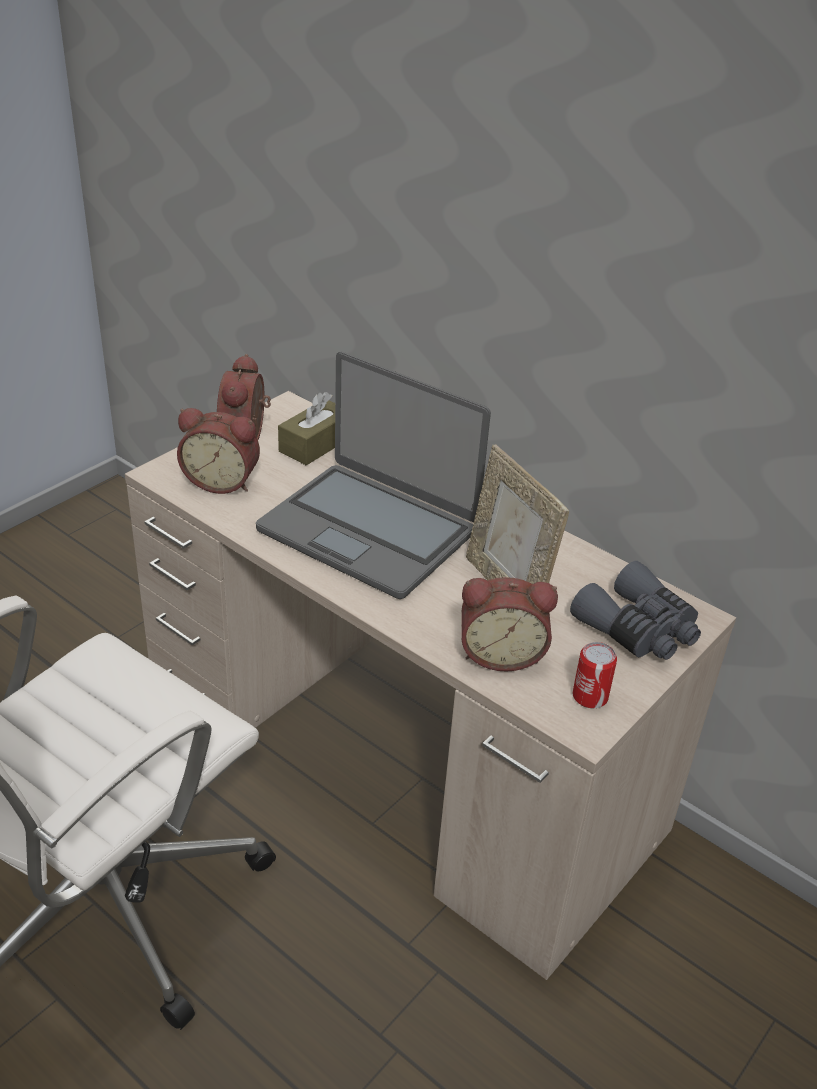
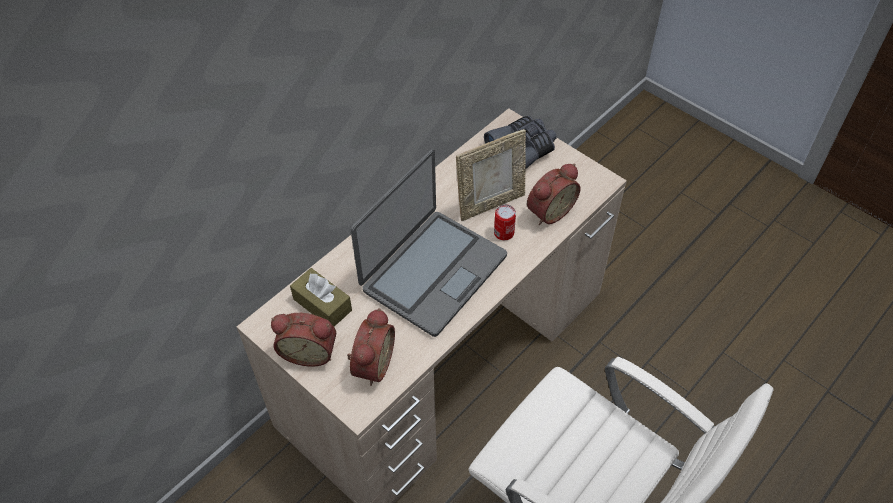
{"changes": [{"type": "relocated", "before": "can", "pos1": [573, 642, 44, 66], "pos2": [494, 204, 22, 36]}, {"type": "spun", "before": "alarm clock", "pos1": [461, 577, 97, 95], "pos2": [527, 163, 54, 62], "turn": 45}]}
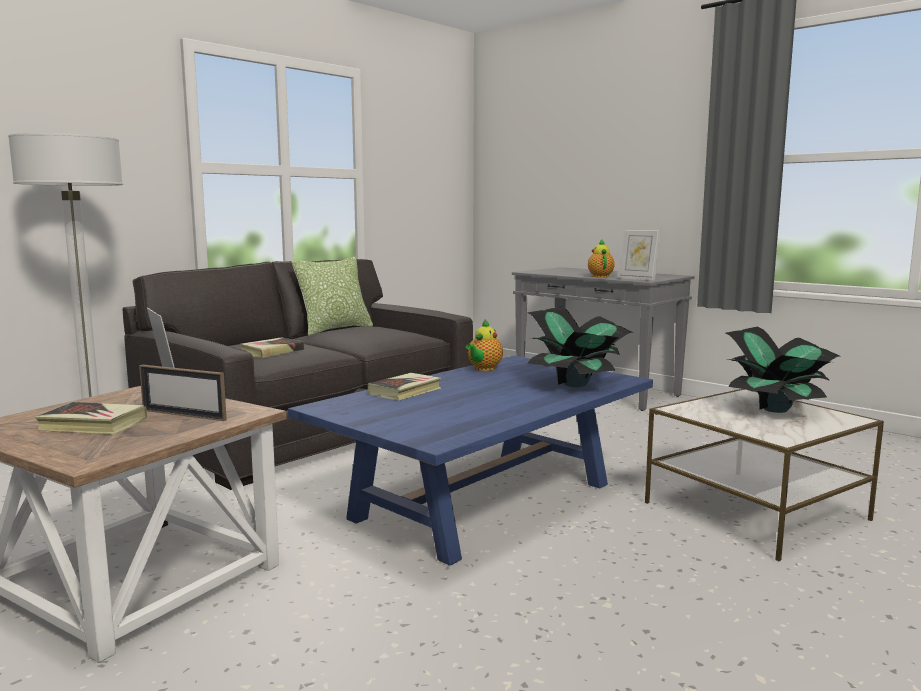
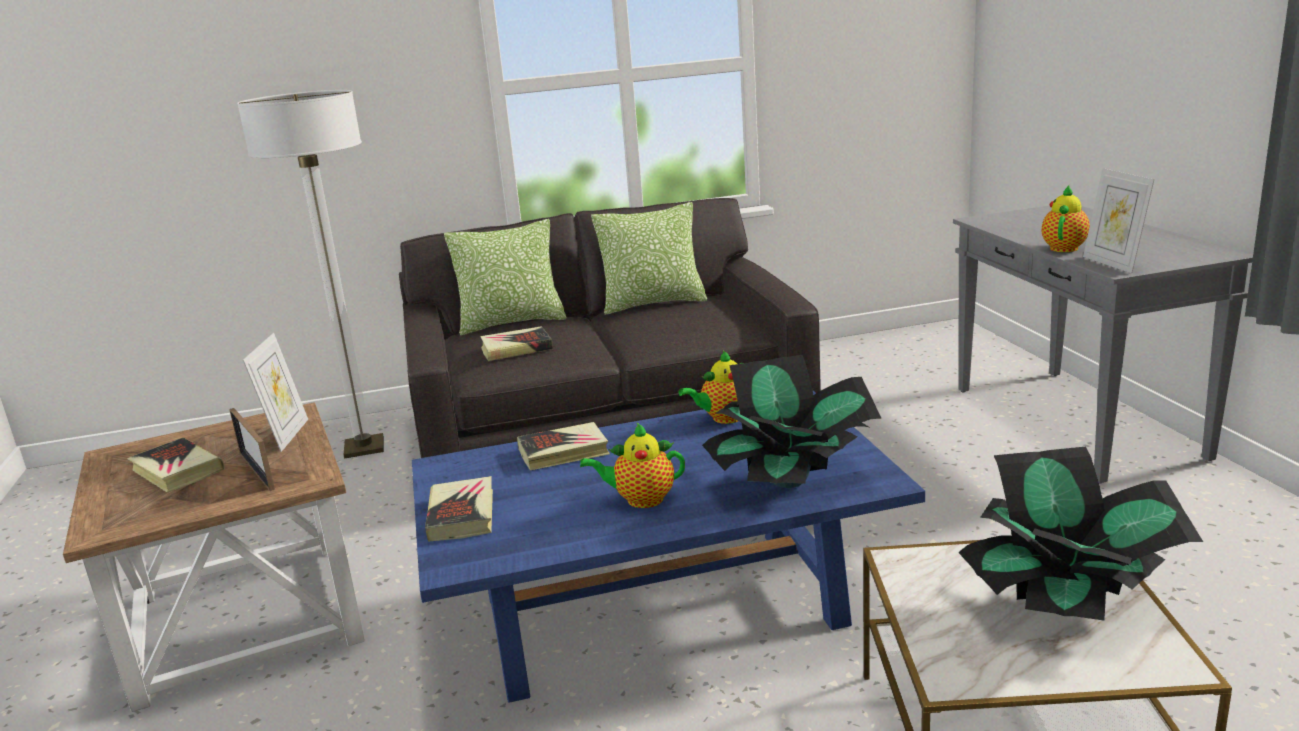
{"changes": [{"type": "appeared", "after": "book", "pos2": [425, 476, 68, 66]}, {"type": "appeared", "after": "pillow", "pos2": [444, 219, 123, 116]}, {"type": "appeared", "after": "teapot", "pos2": [580, 423, 105, 85]}]}
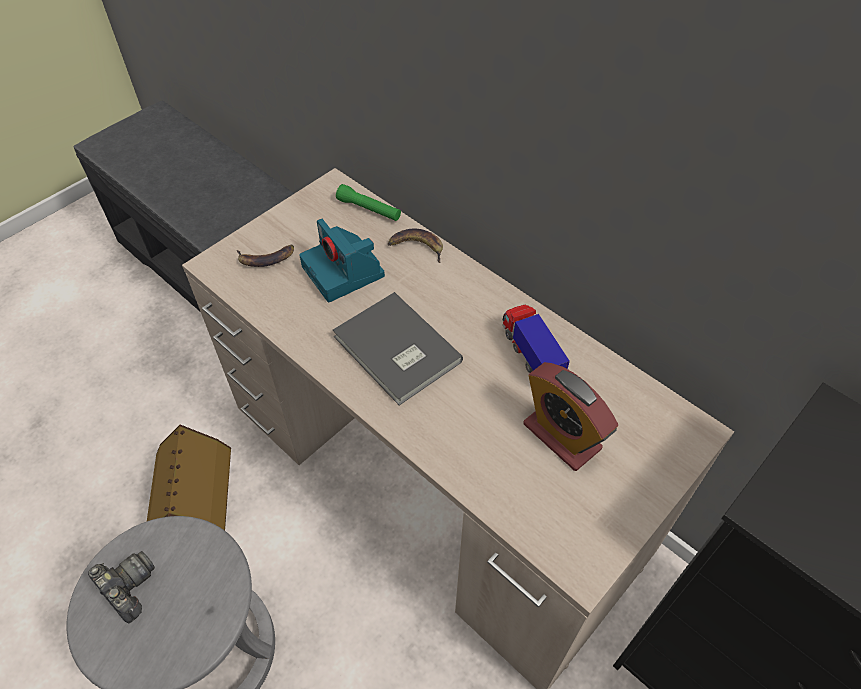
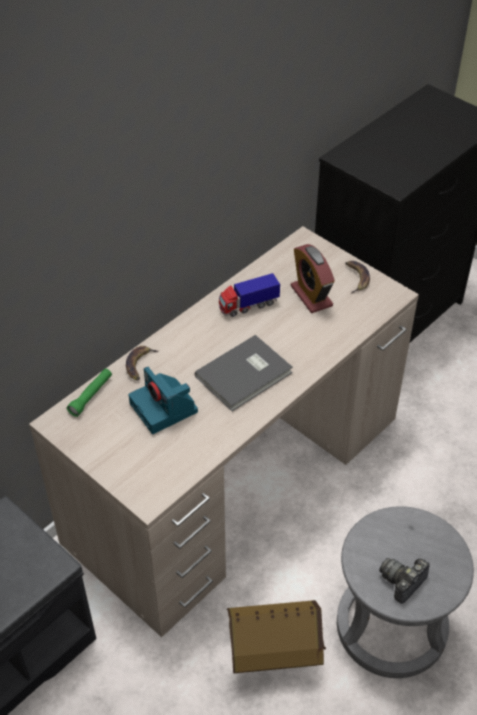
{"changes": [{"type": "relocated", "before": "banana", "pos1": [237, 245, 57, 22], "pos2": [345, 261, 25, 33]}, {"type": "spun", "before": "photo camera", "pos1": [299, 219, 86, 83], "pos2": [128, 367, 70, 67], "turn": 90}, {"type": "spun", "before": "alarm clock", "pos1": [523, 362, 95, 109], "pos2": [291, 244, 44, 69], "turn": 105}]}
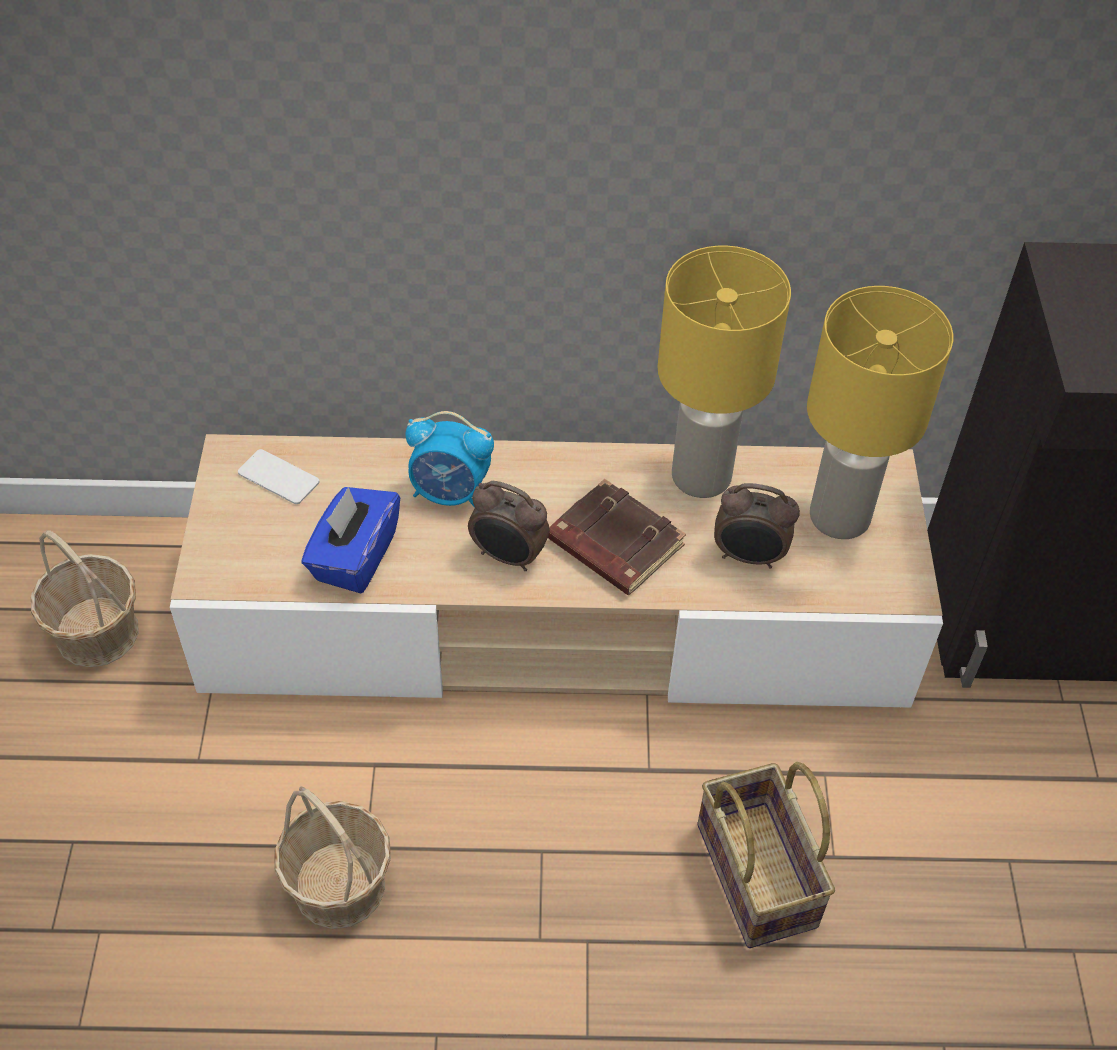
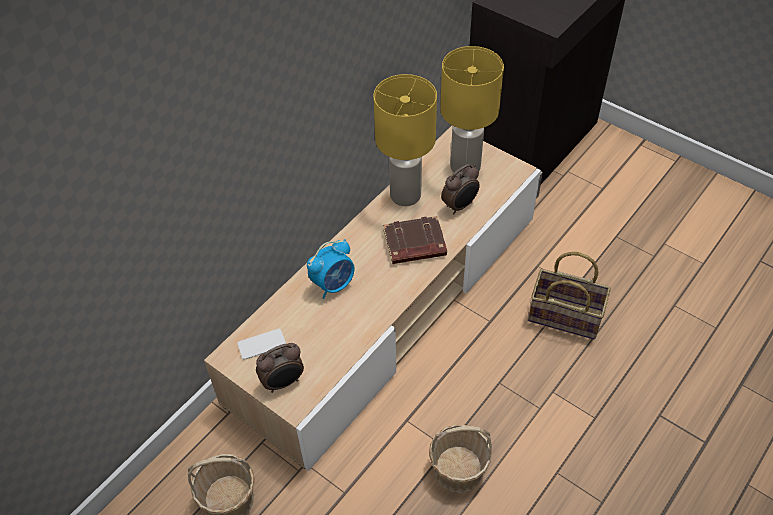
{"changes": [{"type": "missing", "before": "blue tissue box", "pos1": [301, 487, 99, 106]}, {"type": "relocated", "before": "alarm clock", "pos1": [468, 481, 82, 90], "pos2": [256, 343, 48, 50]}]}
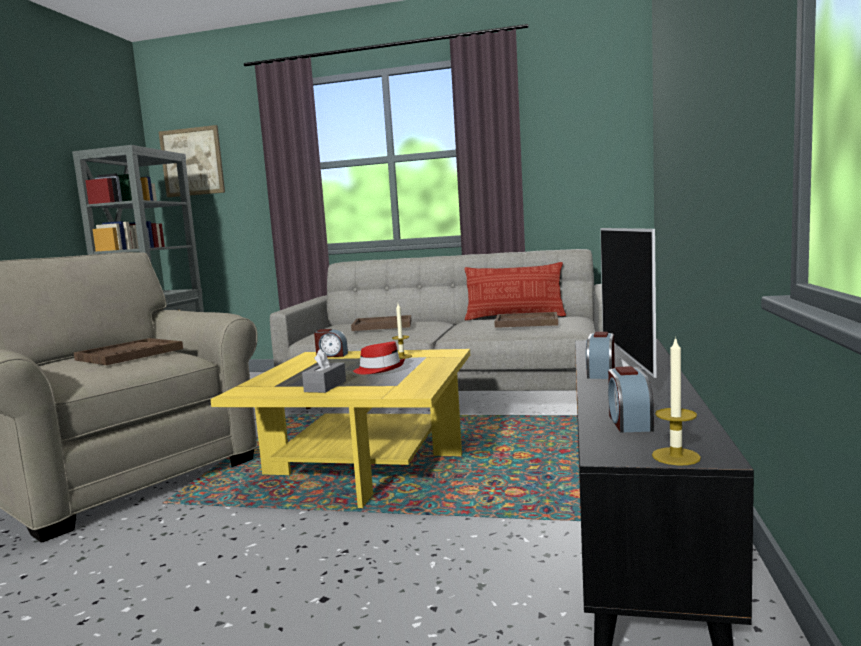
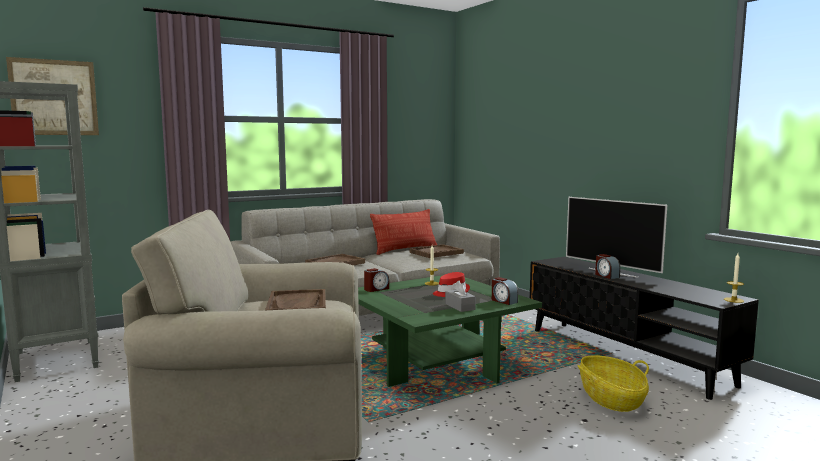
{"changes": [{"type": "appeared", "after": "basket", "pos2": [578, 355, 71, 57]}, {"type": "relocated", "before": "alarm clock", "pos1": [608, 366, 46, 67], "pos2": [492, 277, 26, 28]}, {"type": "colour", "before": "yellow coffee table", "after": "green coffee table", "pos1": [210, 349, 260, 159], "pos2": [358, 275, 184, 112]}]}
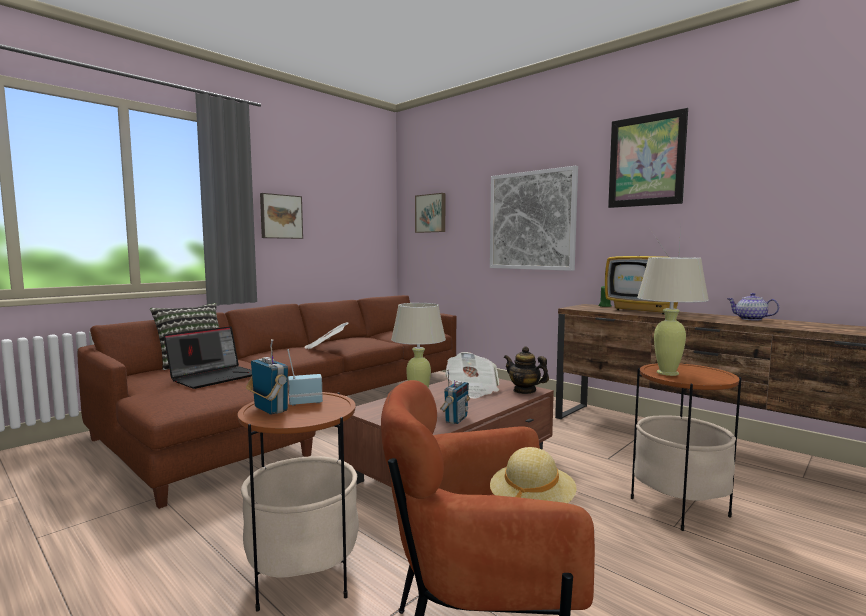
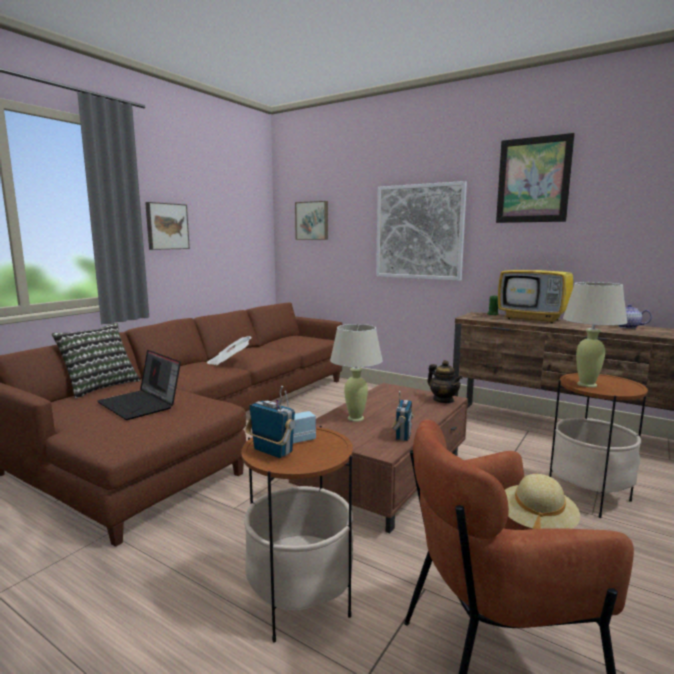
{"changes": [{"type": "missing", "before": "newspaper", "pos1": [445, 352, 54, 47]}, {"type": "spun", "before": "laptop", "pos1": [164, 326, 88, 63], "pos2": [97, 350, 84, 70], "turn": 105}, {"type": "spun", "before": "teapot", "pos1": [504, 346, 45, 48], "pos2": [427, 360, 36, 43], "turn": -150}]}
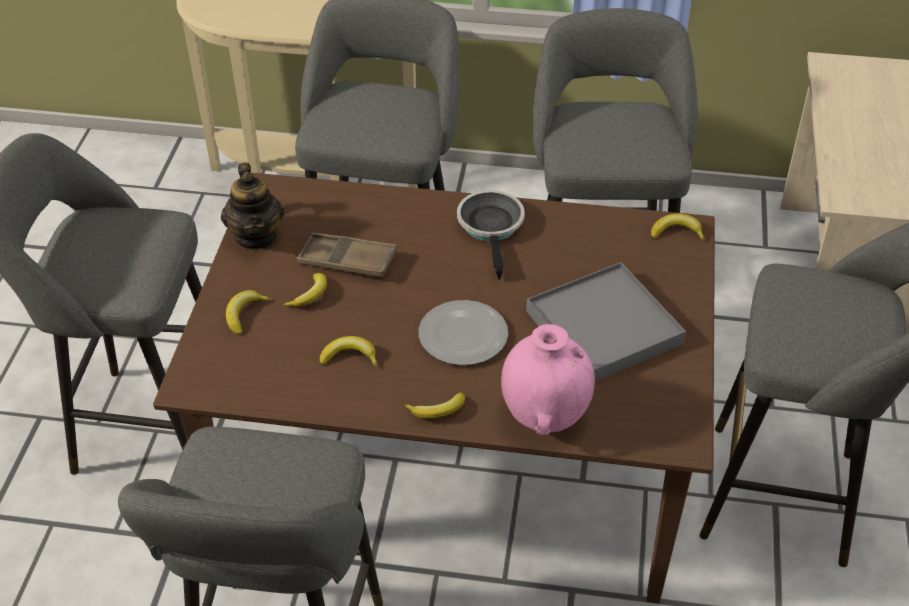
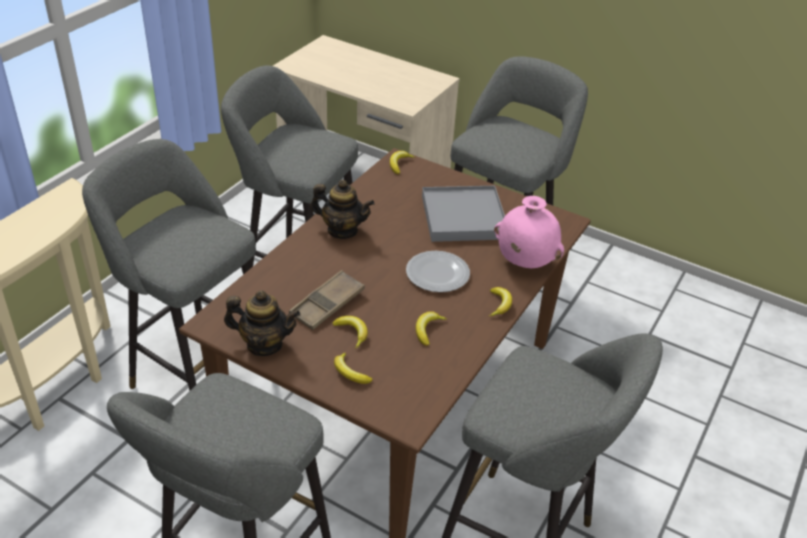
{"changes": [{"type": "exchanged", "before": "frying pan", "after": "teapot", "pos1": [457, 190, 68, 90], "pos2": [310, 180, 65, 59]}]}
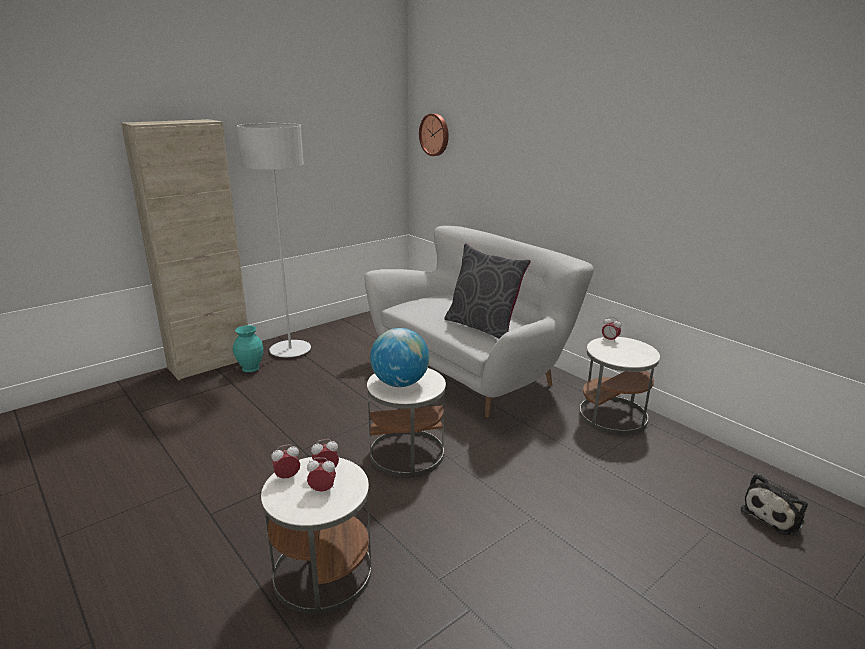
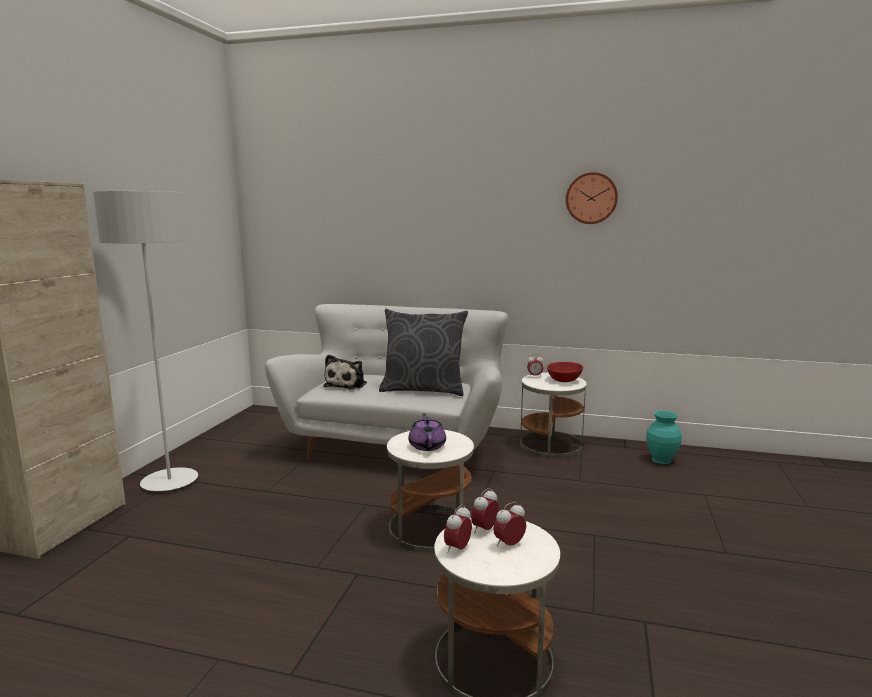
{"changes": [{"type": "appeared", "after": "red bowl", "pos2": [547, 362, 36, 20]}, {"type": "relocated", "before": "turquoise vase", "pos1": [233, 325, 31, 47], "pos2": [646, 411, 36, 53]}, {"type": "relocated", "before": "wall clock", "pos1": [419, 114, 30, 42], "pos2": [566, 172, 52, 52]}, {"type": "relocated", "before": "plush toy", "pos1": [741, 474, 67, 61], "pos2": [324, 355, 43, 34]}, {"type": "exchanged", "before": "globe", "after": "purple teapot", "pos1": [370, 328, 59, 59], "pos2": [408, 413, 38, 38]}]}
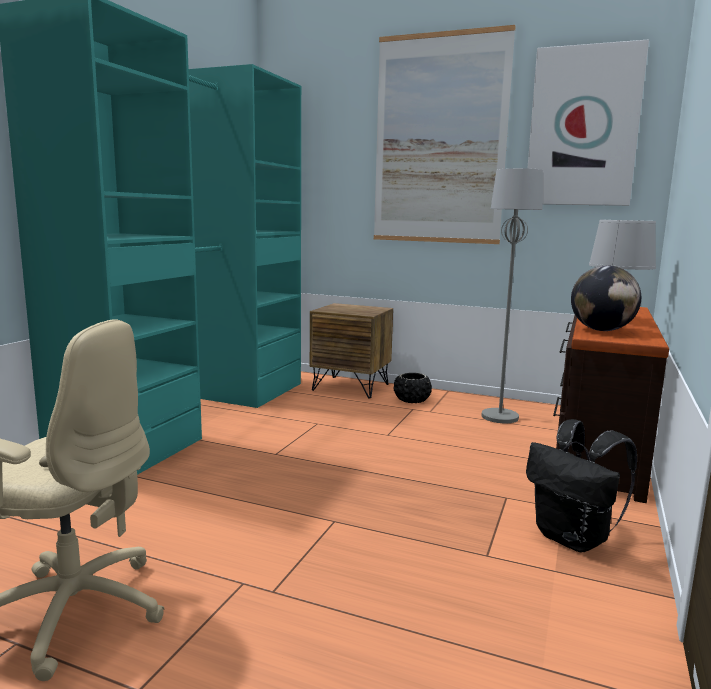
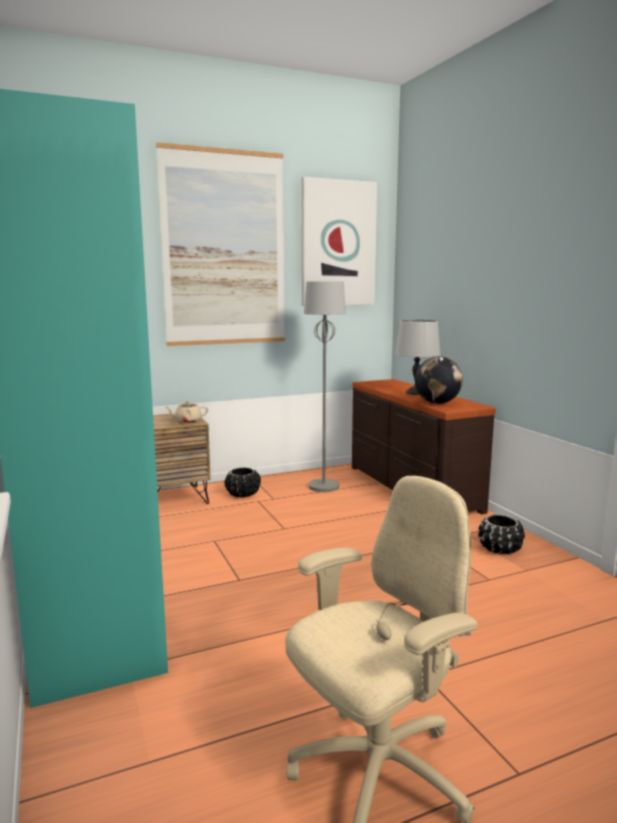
{"changes": [{"type": "appeared", "after": "beige teapot", "pos2": [165, 401, 43, 22]}, {"type": "exchanged", "before": "black backpack", "after": "black planter", "pos1": [526, 419, 111, 133], "pos2": [478, 515, 47, 39]}]}
